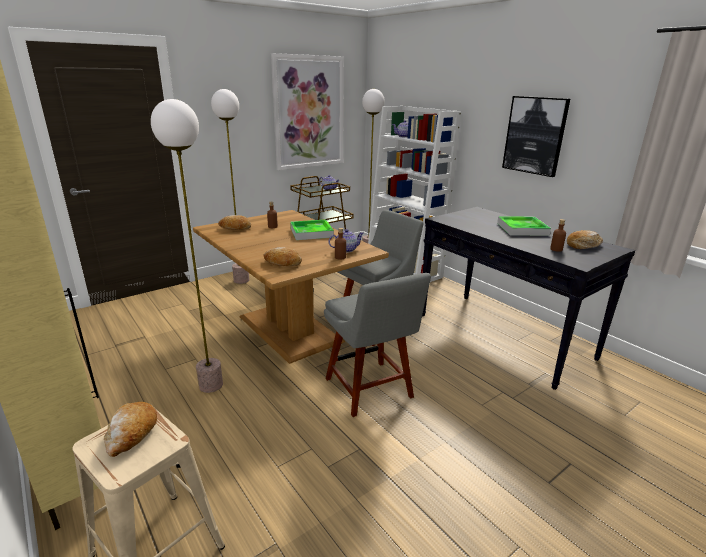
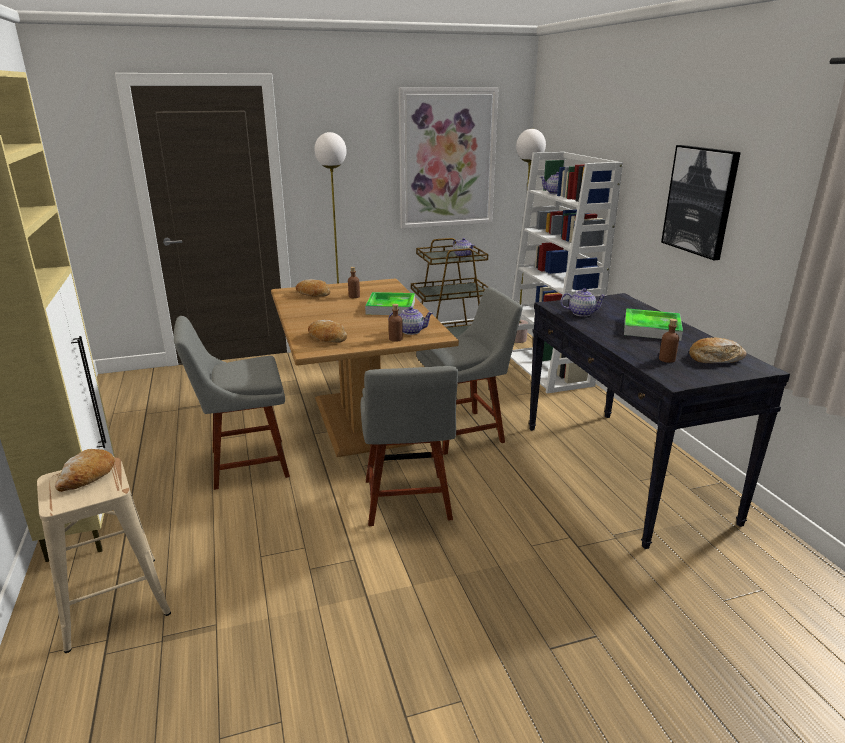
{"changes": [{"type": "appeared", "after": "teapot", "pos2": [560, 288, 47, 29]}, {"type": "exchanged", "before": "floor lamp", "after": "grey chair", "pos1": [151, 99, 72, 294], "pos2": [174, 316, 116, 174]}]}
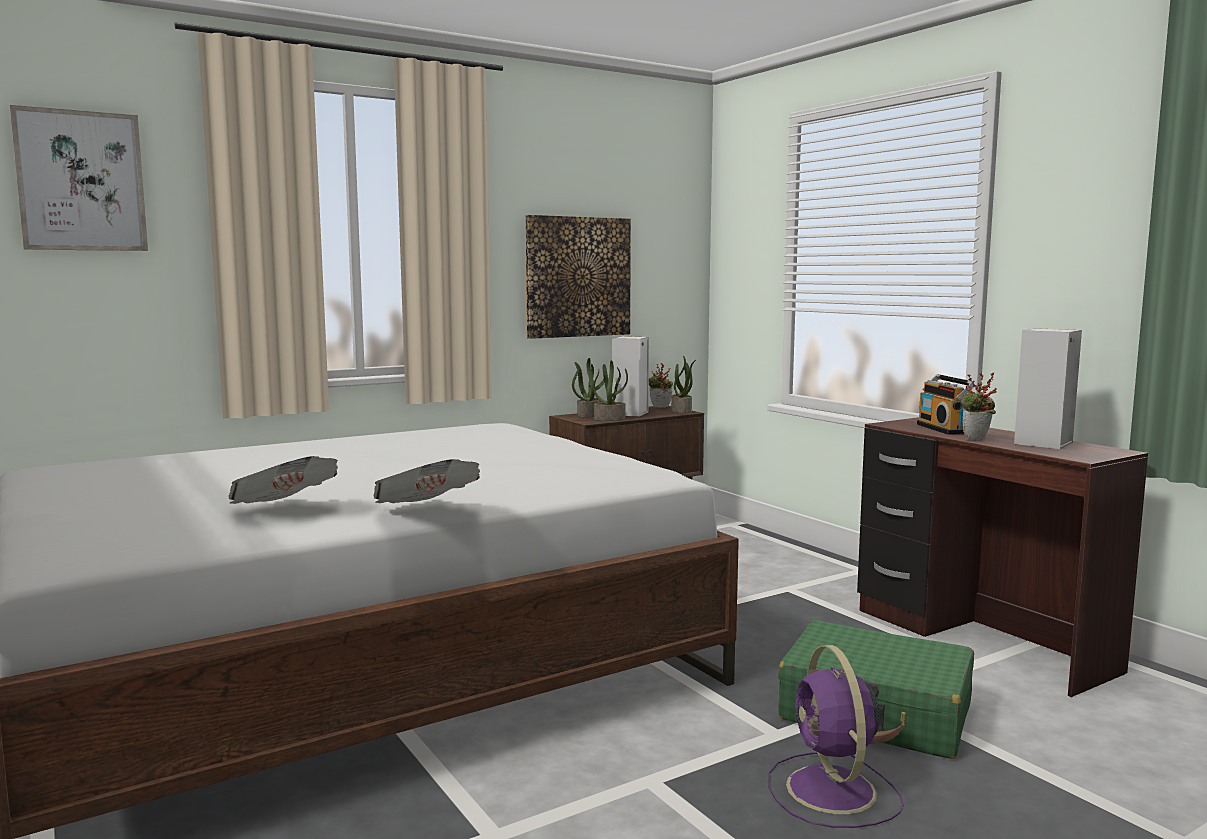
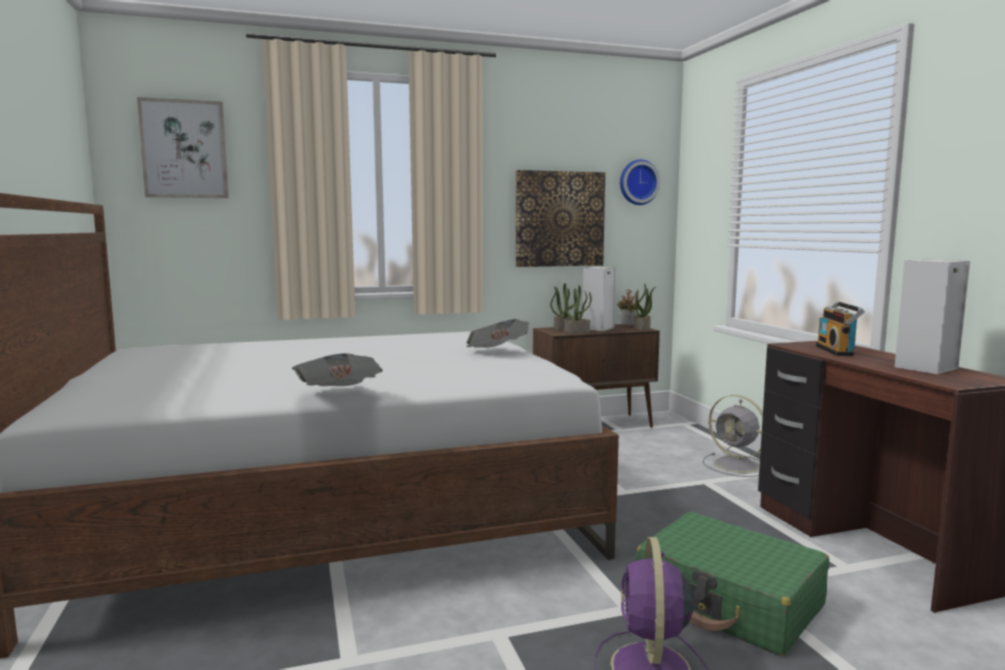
{"changes": [{"type": "missing", "before": "potted plant", "pos1": [961, 373, 36, 67]}, {"type": "appeared", "after": "wall clock", "pos2": [620, 159, 40, 46]}, {"type": "appeared", "after": "grey fan", "pos2": [702, 395, 61, 82]}, {"type": "relocated", "before": "newspaper", "pos1": [229, 456, 109, 48], "pos2": [466, 319, 64, 29]}]}
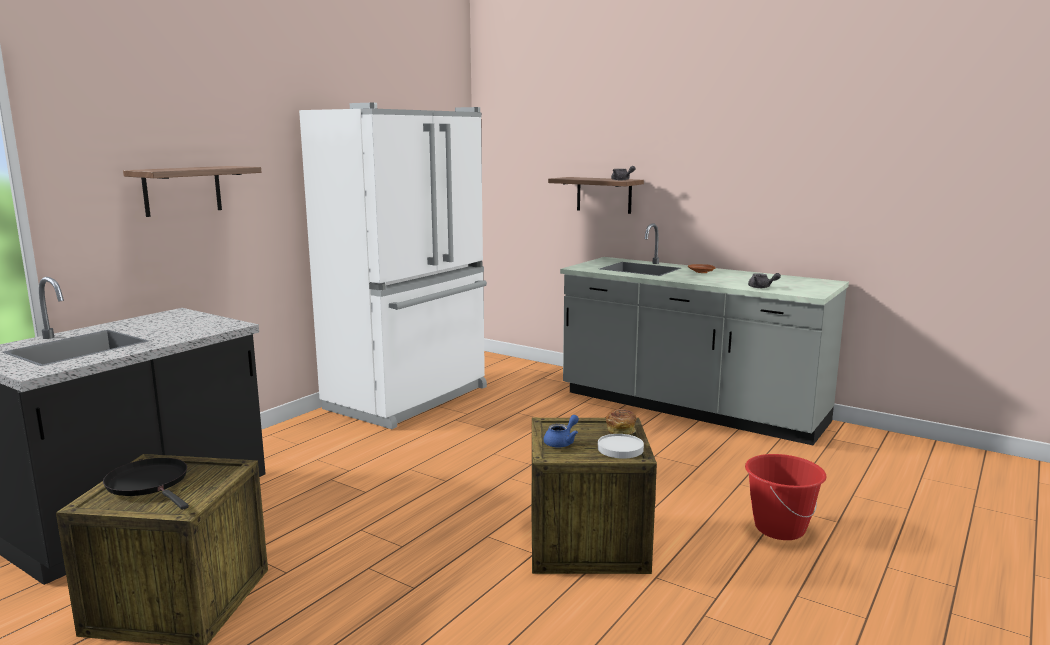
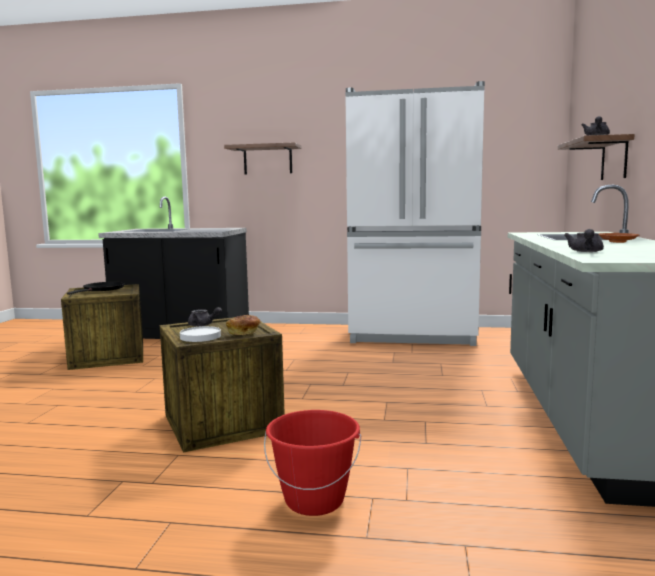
{"changes": [{"type": "colour", "before": "blue teapot", "after": "grey teapot", "pos1": [544, 415, 35, 33], "pos2": [188, 307, 34, 20]}]}
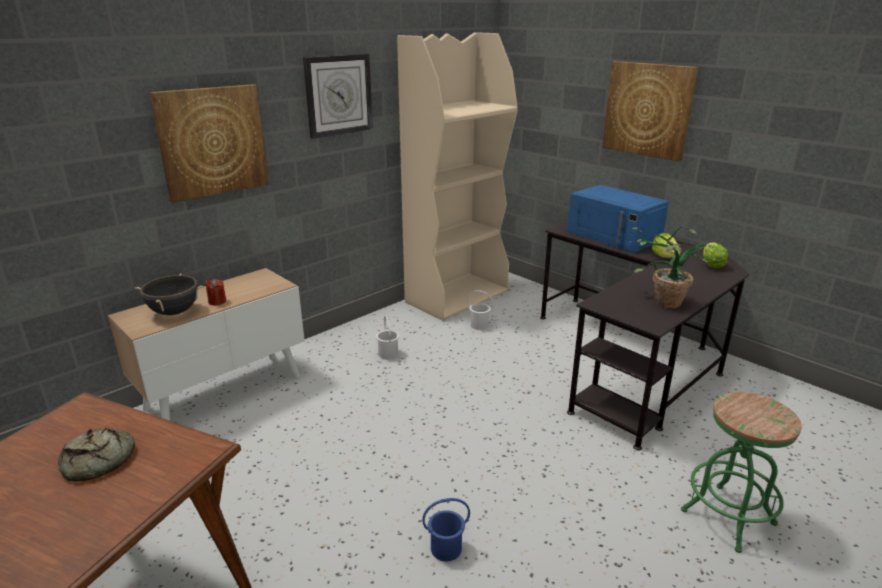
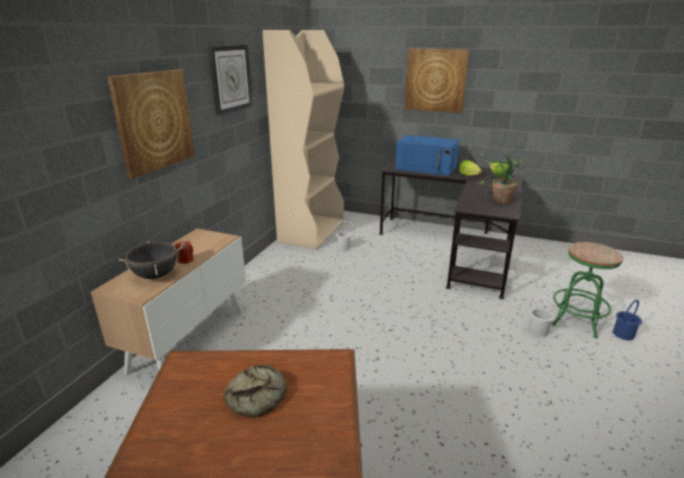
{"changes": [{"type": "relocated", "before": "white bucket", "pos1": [376, 315, 23, 44], "pos2": [528, 296, 30, 41]}, {"type": "relocated", "before": "blue bucket", "pos1": [422, 498, 48, 64], "pos2": [613, 300, 29, 40]}]}
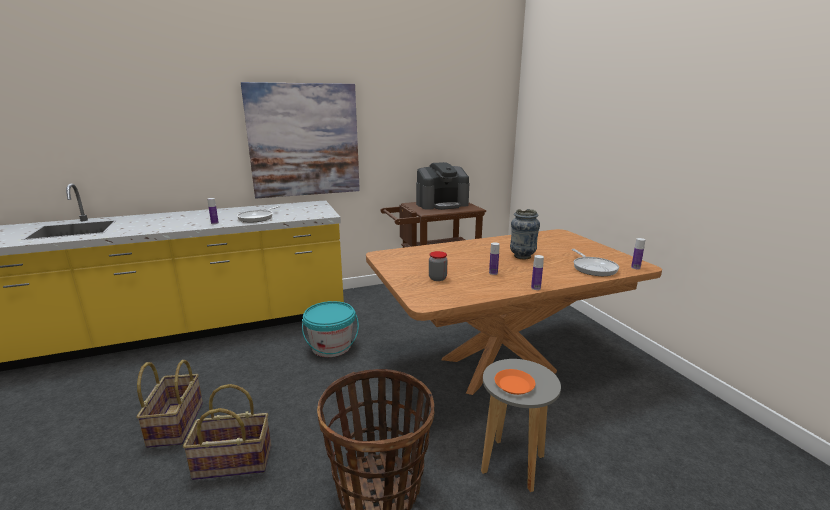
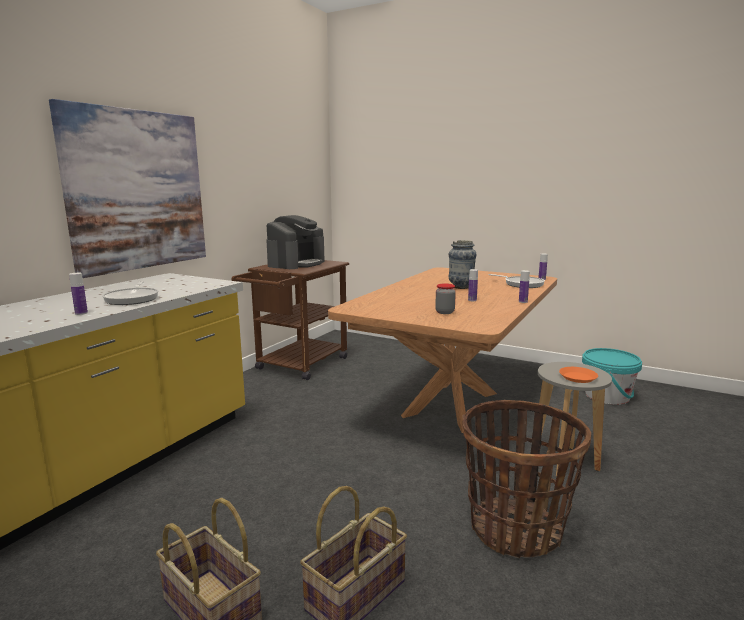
{"changes": [{"type": "relocated", "before": "turquoise bucket", "pos1": [302, 301, 57, 56], "pos2": [582, 348, 60, 57]}]}
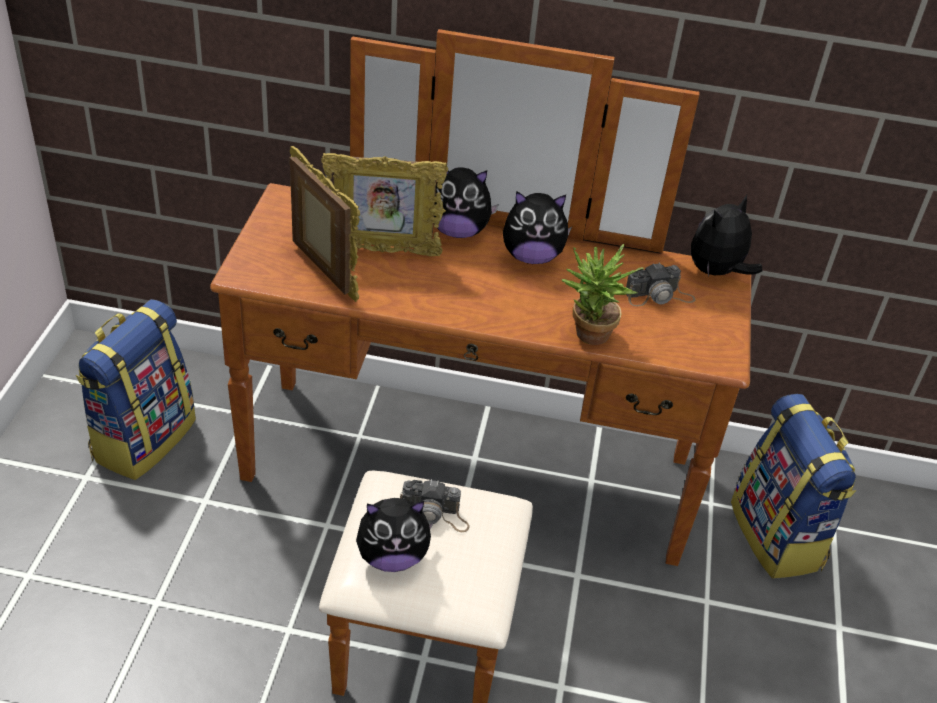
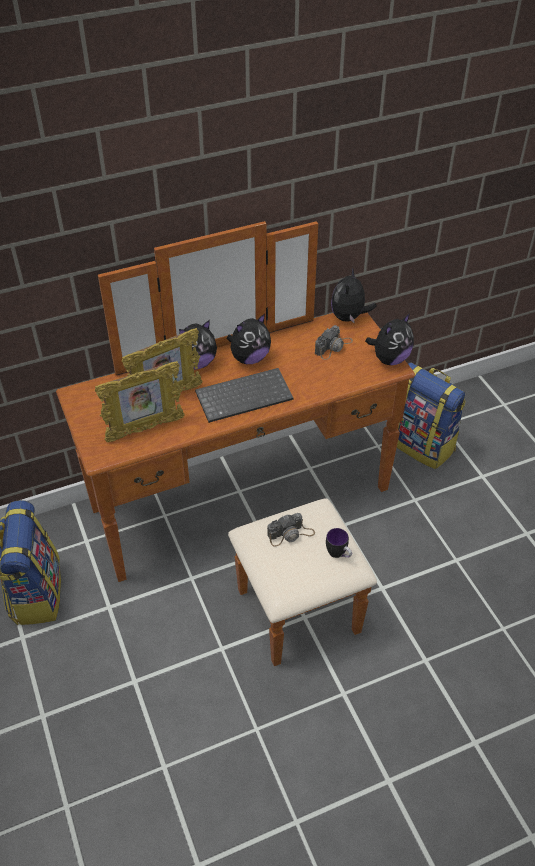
{"changes": [{"type": "missing", "before": "potted plant", "pos1": [561, 244, 83, 101]}, {"type": "appeared", "after": "keyboard", "pos2": [195, 368, 99, 55]}, {"type": "appeared", "after": "mug", "pos2": [326, 528, 26, 30]}, {"type": "relocated", "before": "plush toy", "pos1": [356, 498, 78, 74], "pos2": [365, 313, 49, 52]}, {"type": "spun", "before": "picture frame", "pos1": [290, 146, 70, 156], "pos2": [95, 361, 89, 82], "turn": 135}]}
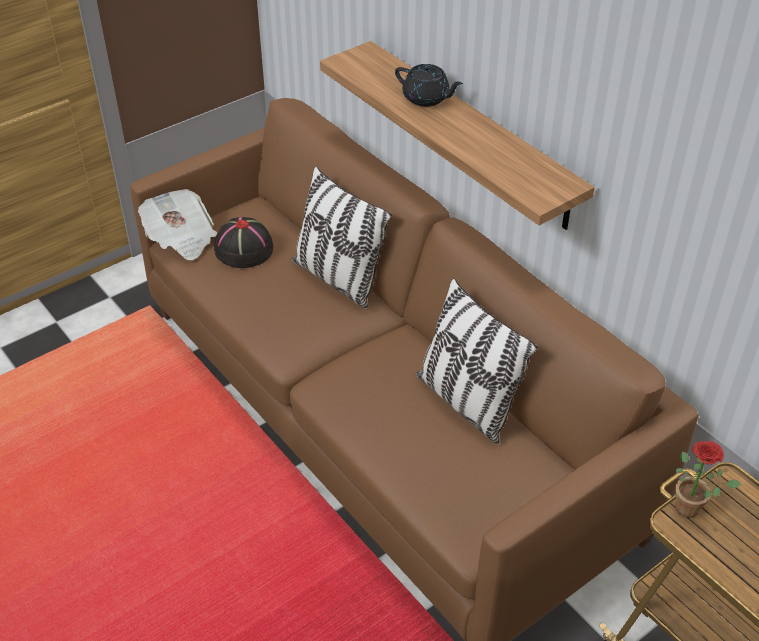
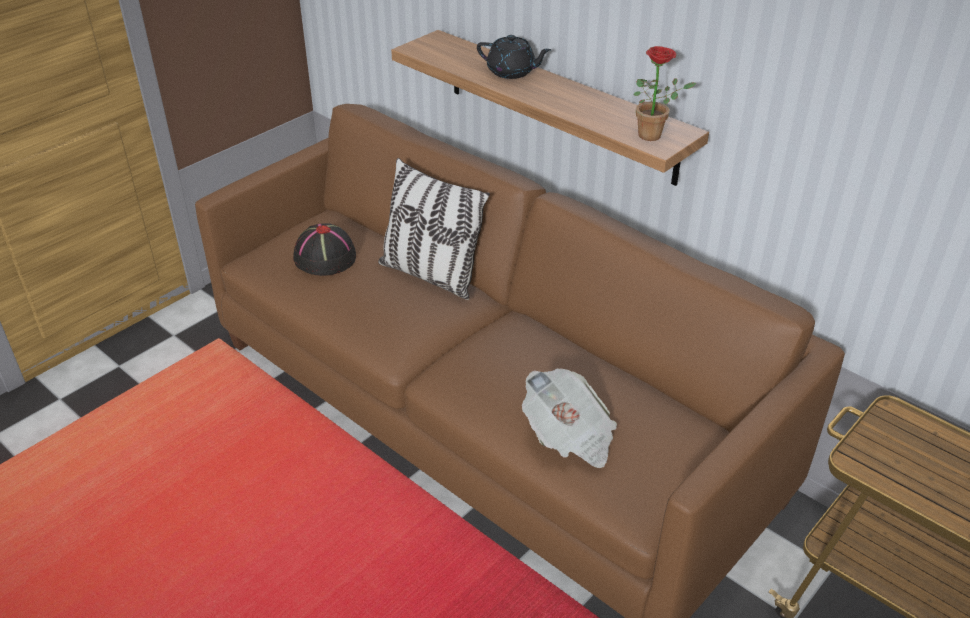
{"changes": [{"type": "missing", "before": "pillow", "pos1": [416, 278, 122, 166]}, {"type": "relocated", "before": "newspaper", "pos1": [138, 189, 79, 71], "pos2": [522, 368, 95, 100]}, {"type": "relocated", "before": "potted plant", "pos1": [675, 441, 66, 77], "pos2": [634, 46, 63, 95]}]}
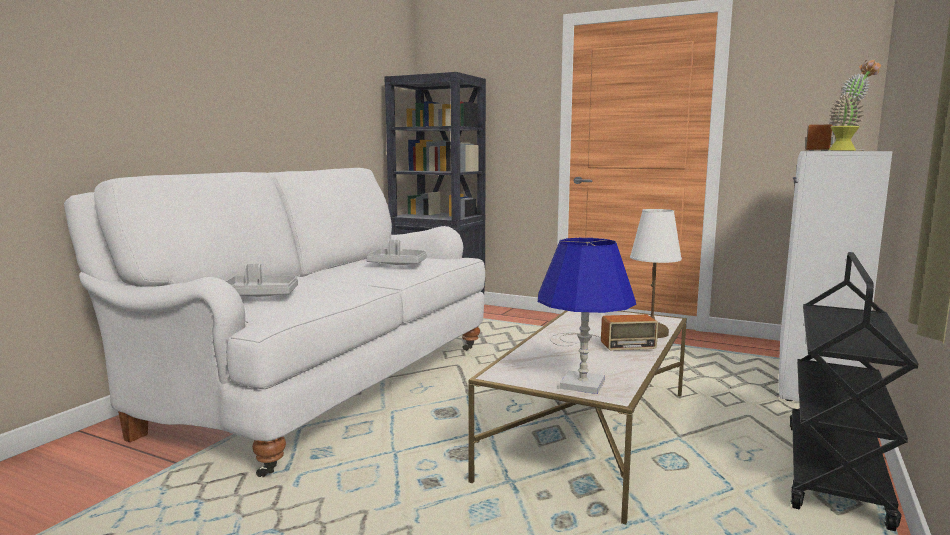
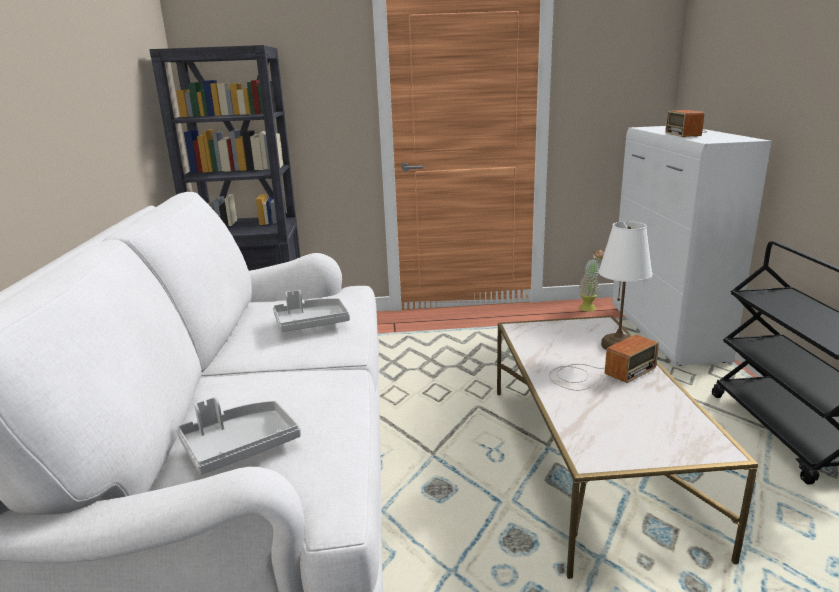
{"changes": [{"type": "missing", "before": "blue table lamp", "pos1": [538, 238, 98, 156]}, {"type": "relocated", "before": "potted plant", "pos1": [829, 60, 52, 91], "pos2": [579, 250, 25, 61]}]}
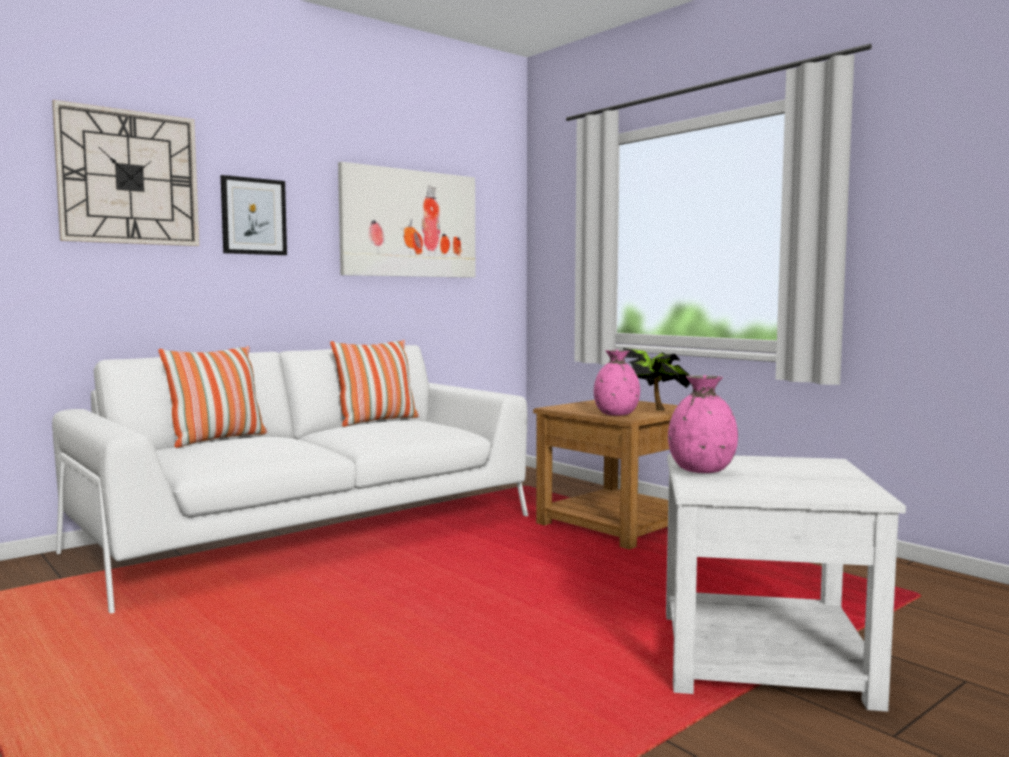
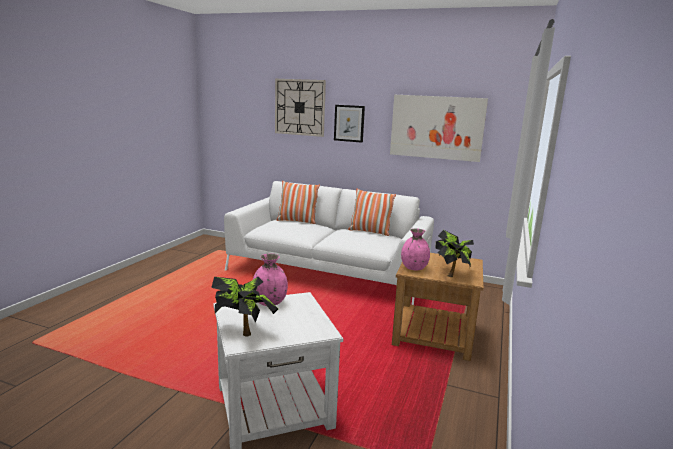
{"changes": [{"type": "appeared", "after": "potted plant", "pos2": [211, 277, 67, 59]}]}
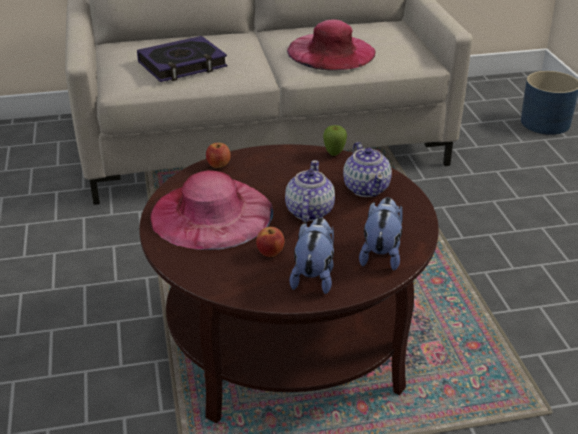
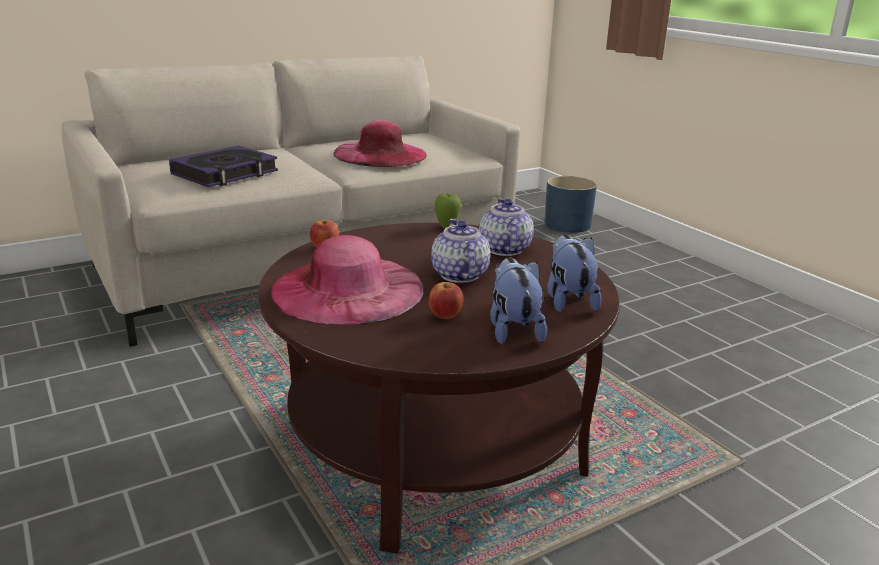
{"changes": [{"type": "spun", "before": "teapot", "pos1": [343, 142, 49, 55], "pos2": [479, 198, 54, 58], "turn": -150}]}
